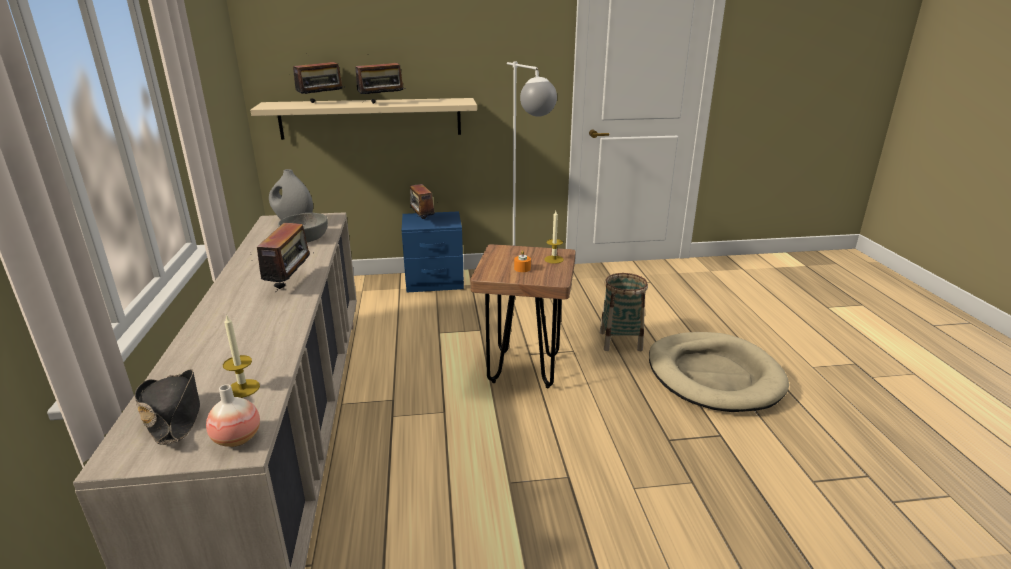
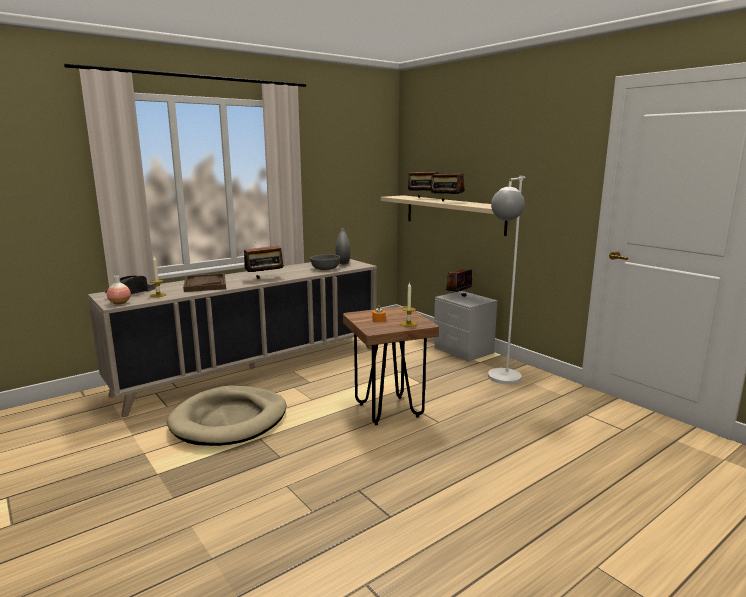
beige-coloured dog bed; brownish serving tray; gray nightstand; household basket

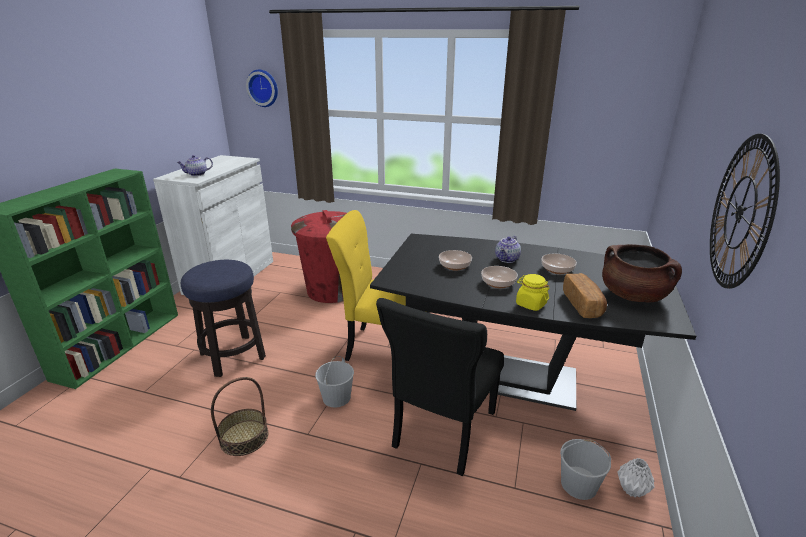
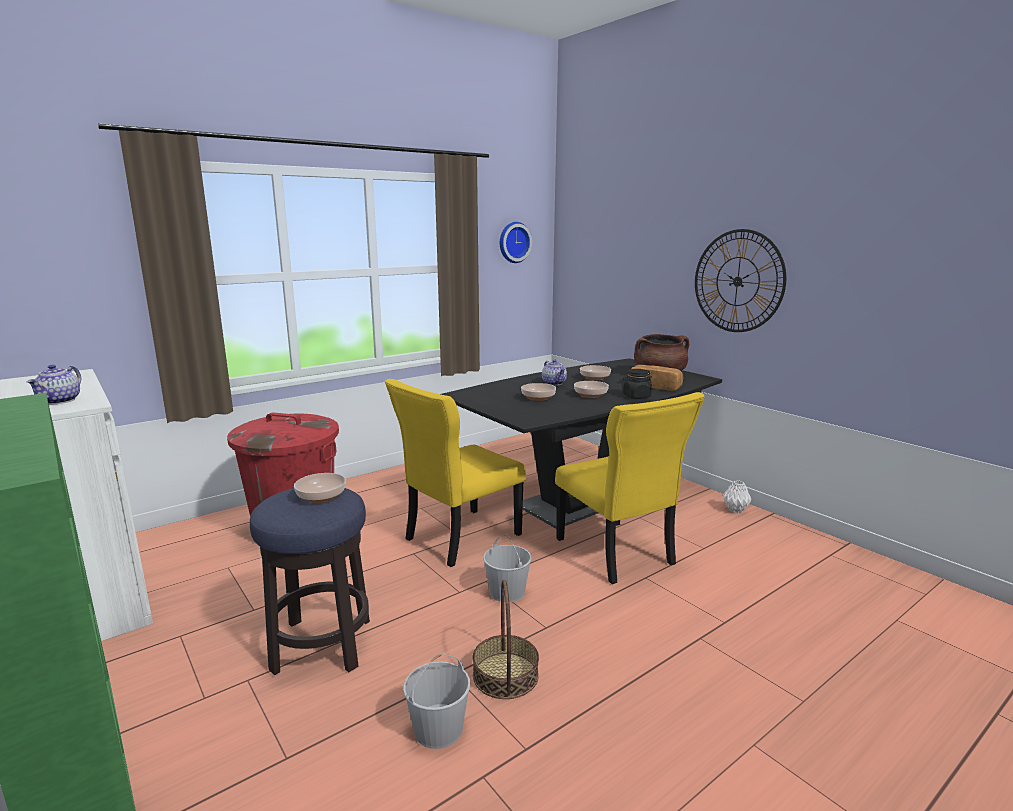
serving bowl (1st from left); white bucket (1st from left); wall clock (1st from left); yellowish plain chair (2nd from left); black-coloured storage jar

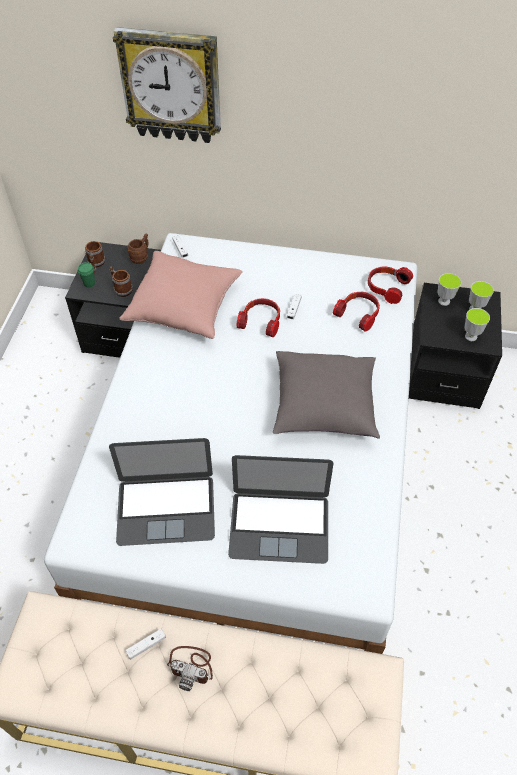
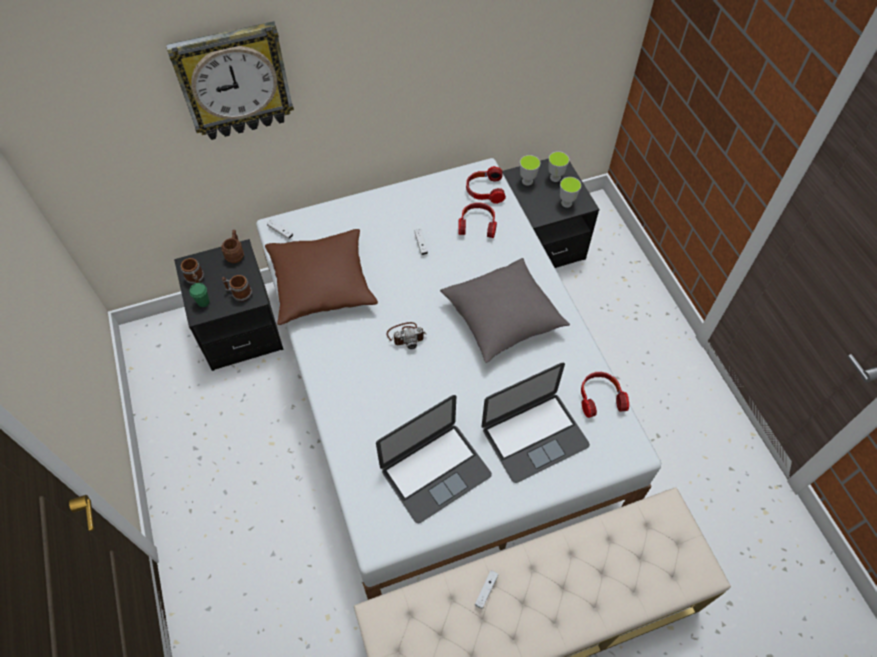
brownish throw pillow; photo camera; headset (3rd from left)

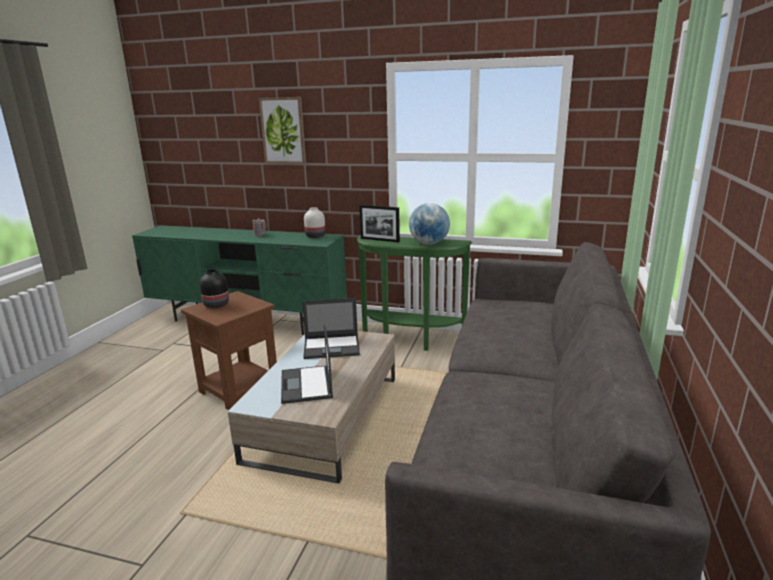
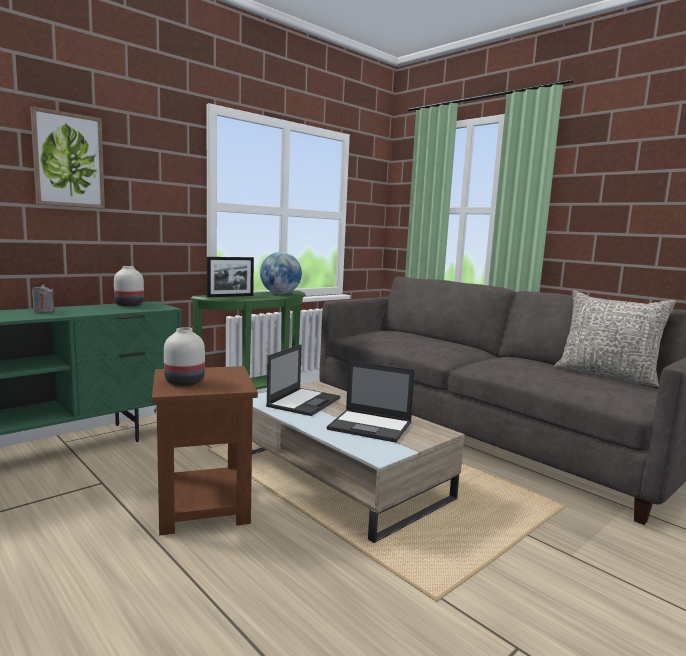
white flower vase (2nd from left); gray throw pillow

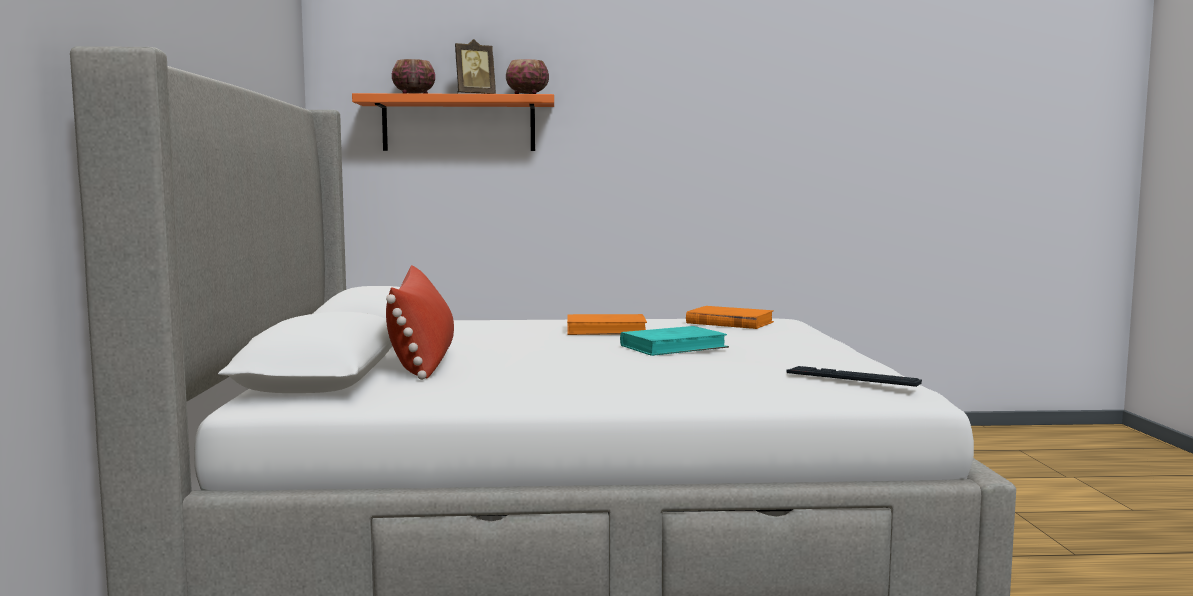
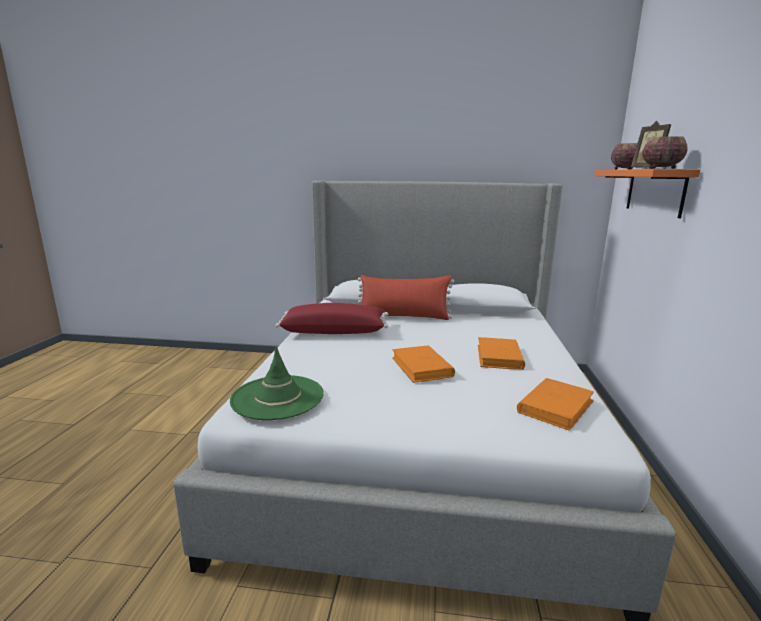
green-coloured wearable hat; reddish throw pillow (1st from left); orange-coloured bound book (1st from left)

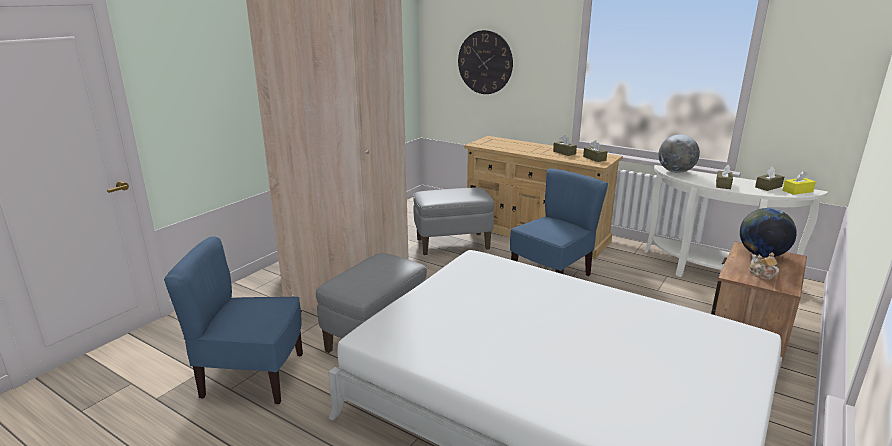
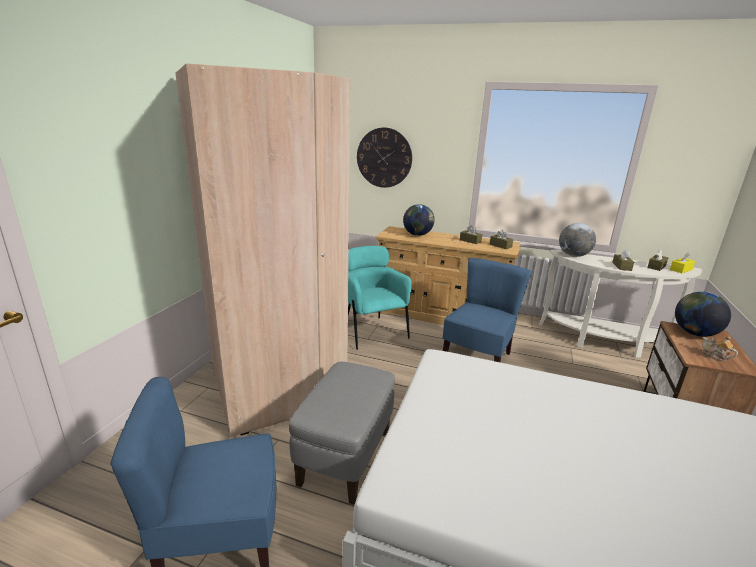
turquoise-coloured armchair; globe (1st from left)

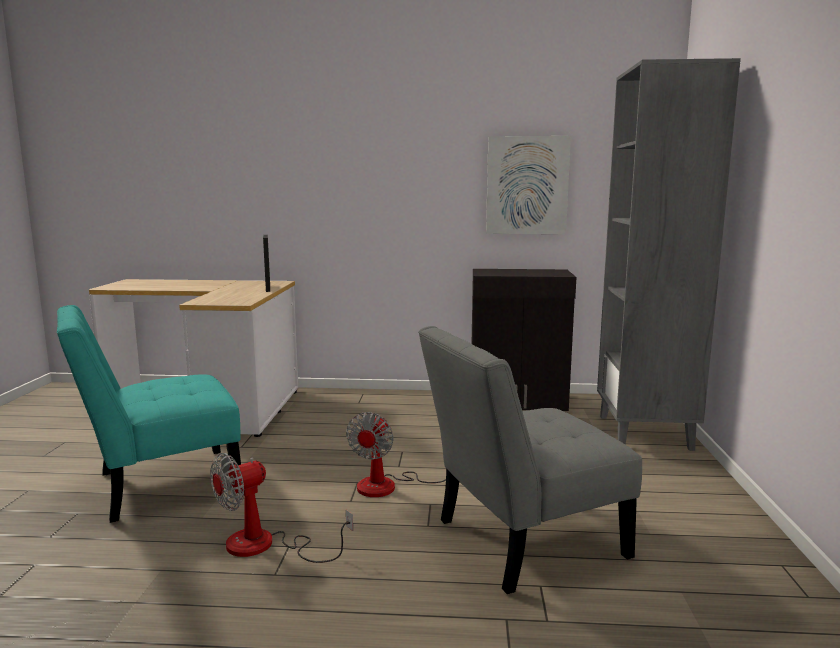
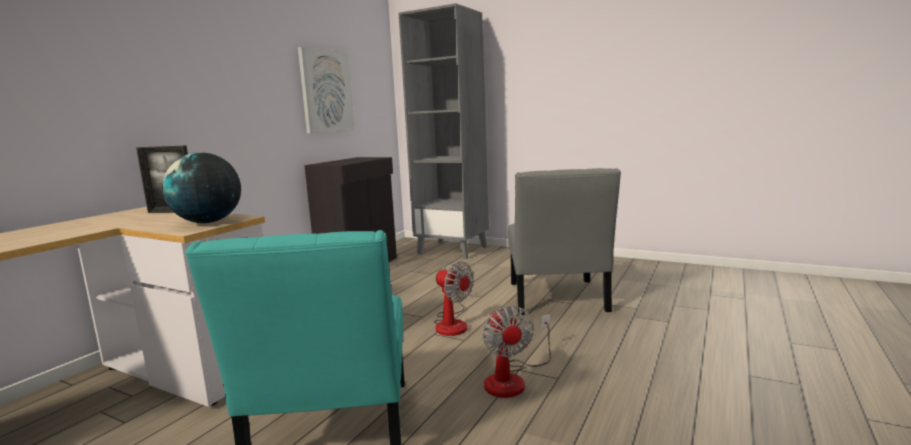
globe

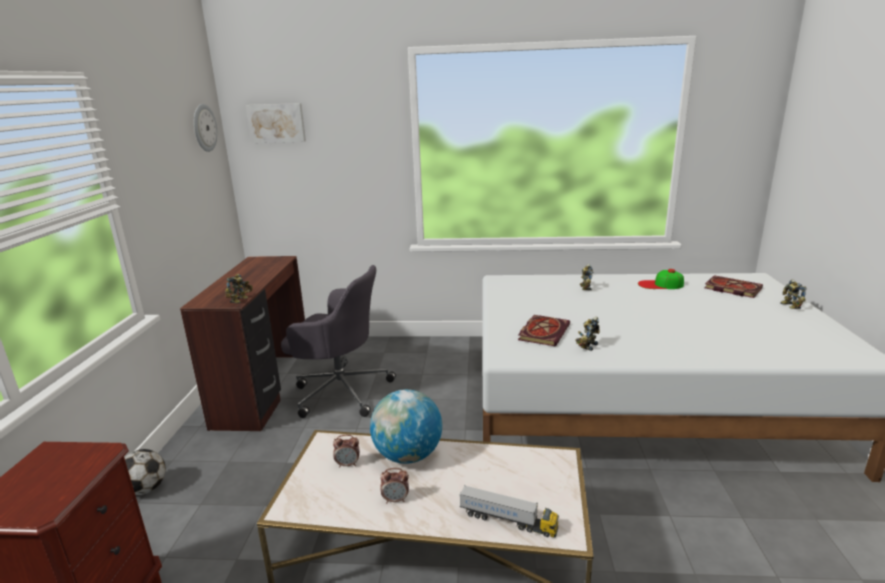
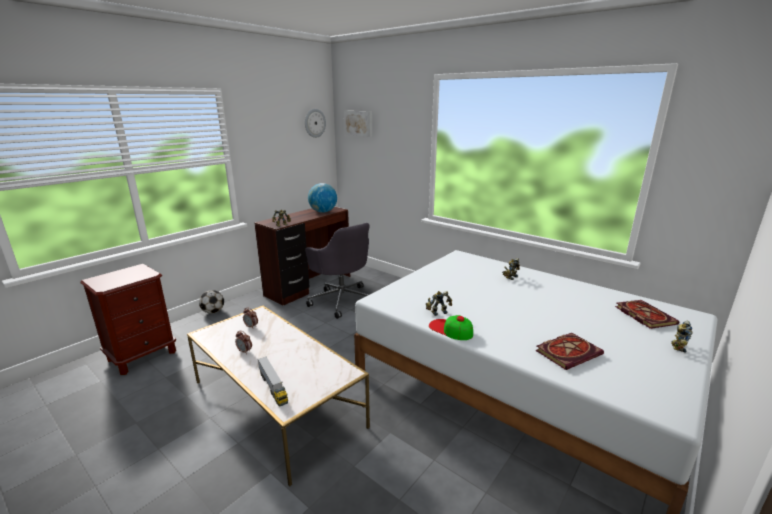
globe; peaked cap; bound book (1st from left)

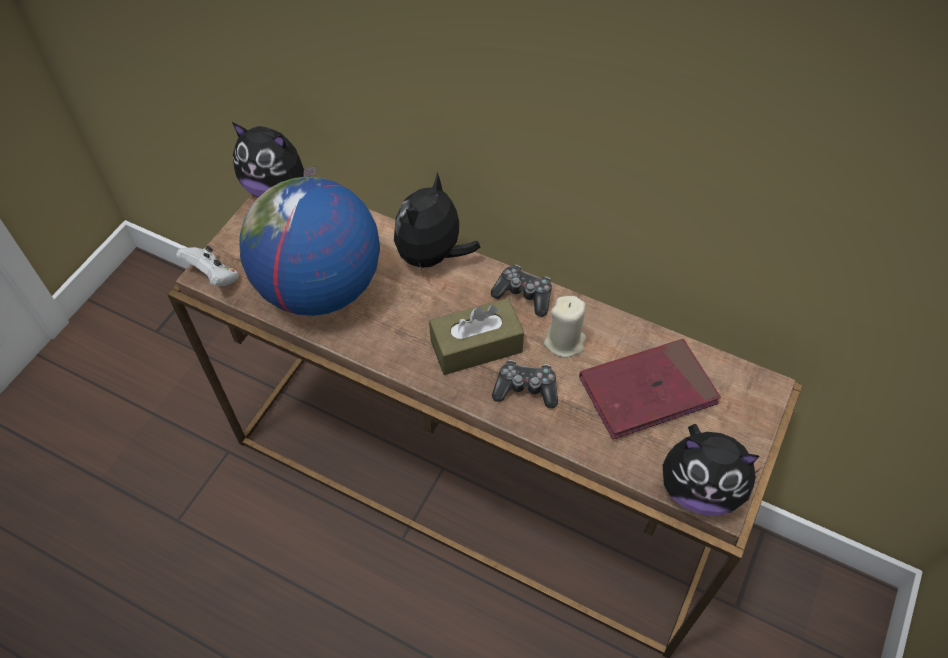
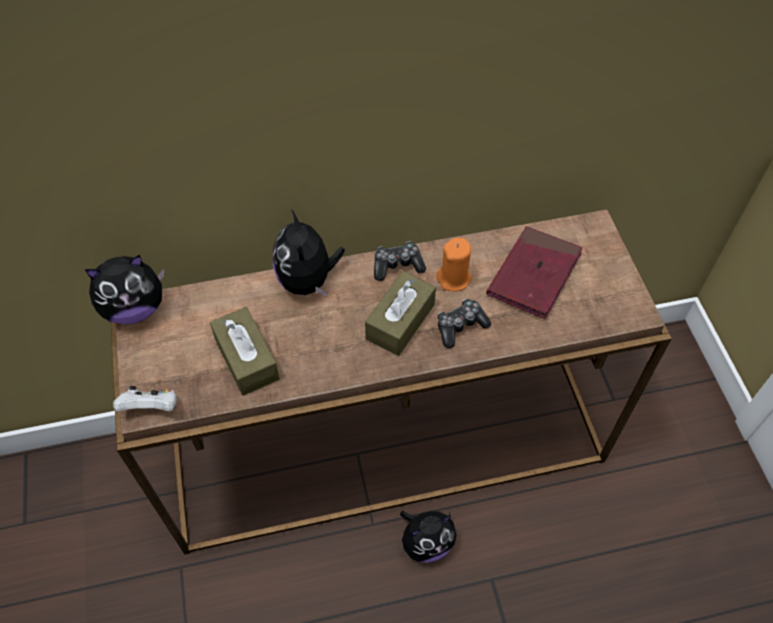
brownish tissue holder (1st from left); cuddly toy (3rd from left); orange-coloured candle

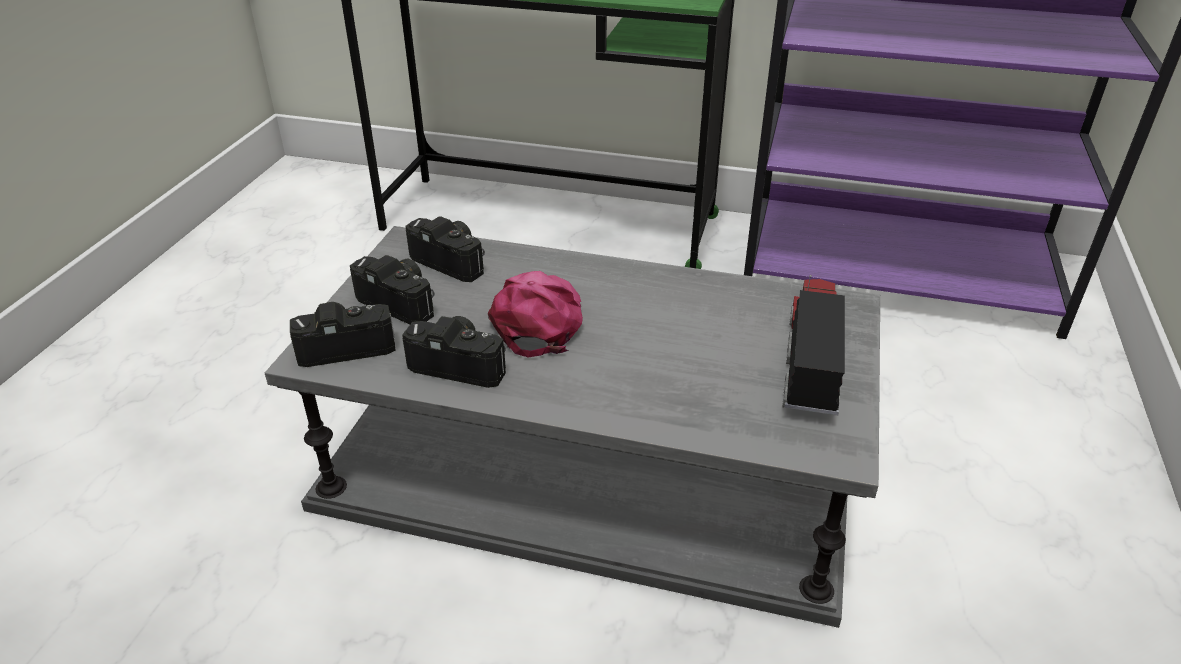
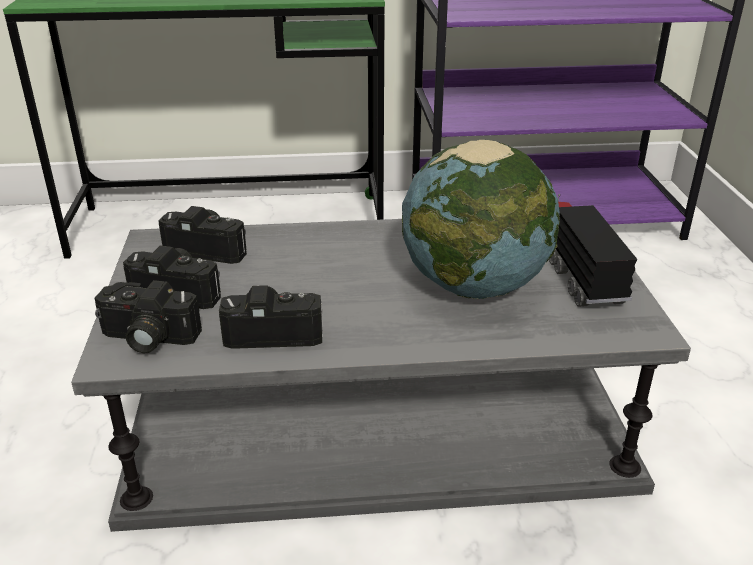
photo camera (1st from left); globe; pink-coloured peaked cap

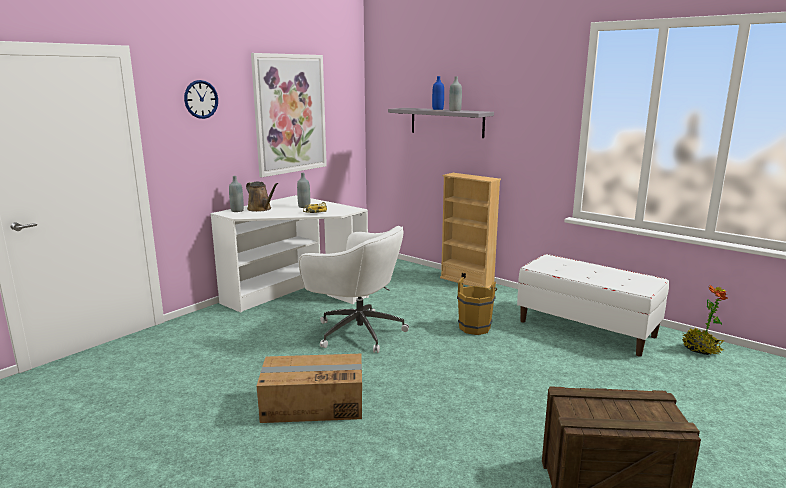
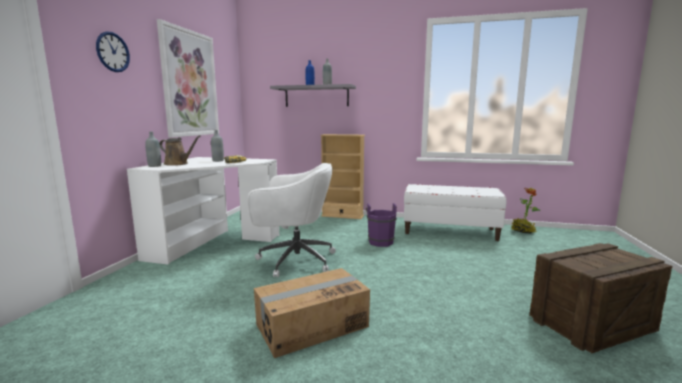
purple-coloured bucket

